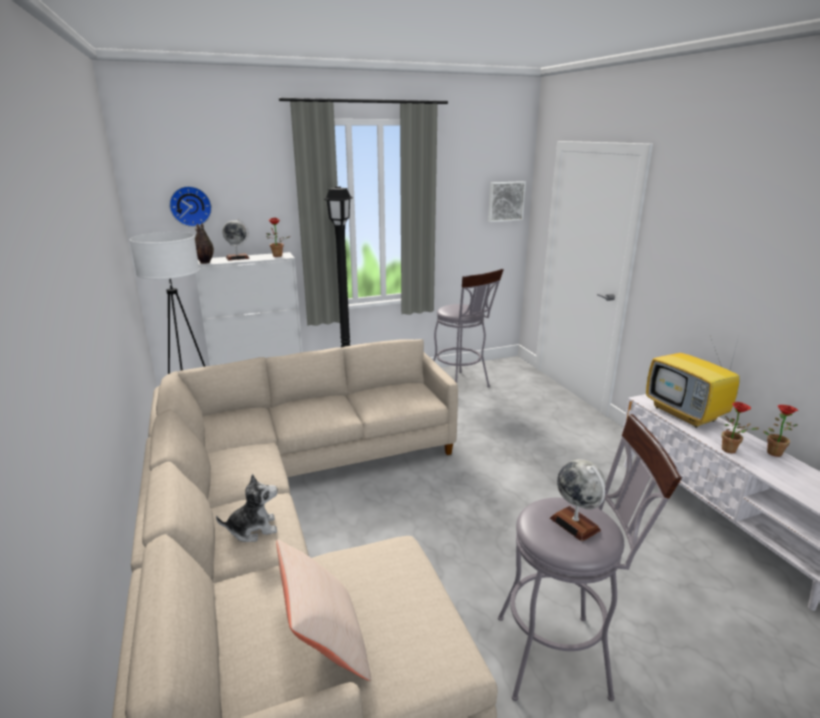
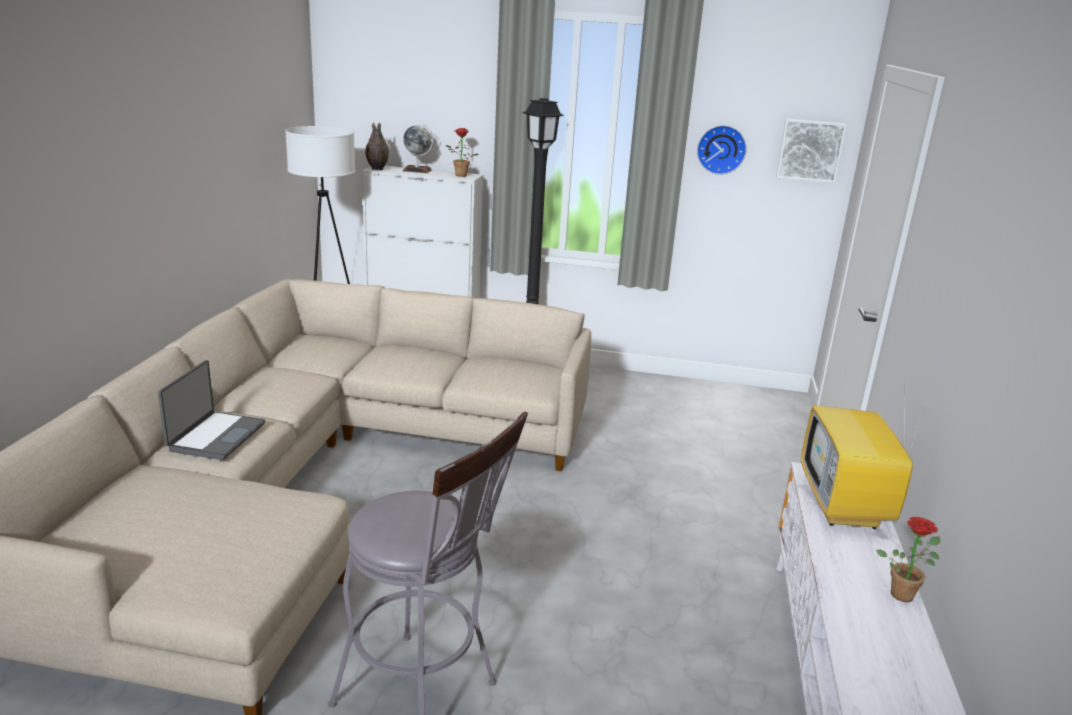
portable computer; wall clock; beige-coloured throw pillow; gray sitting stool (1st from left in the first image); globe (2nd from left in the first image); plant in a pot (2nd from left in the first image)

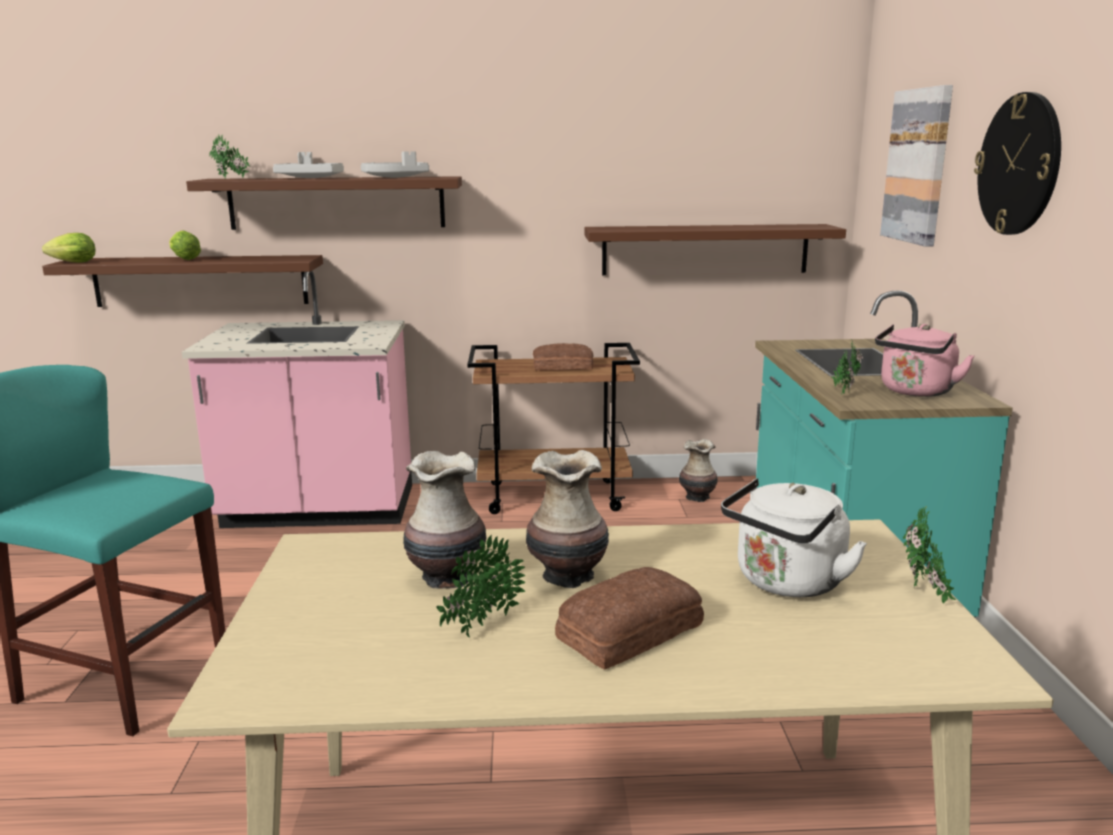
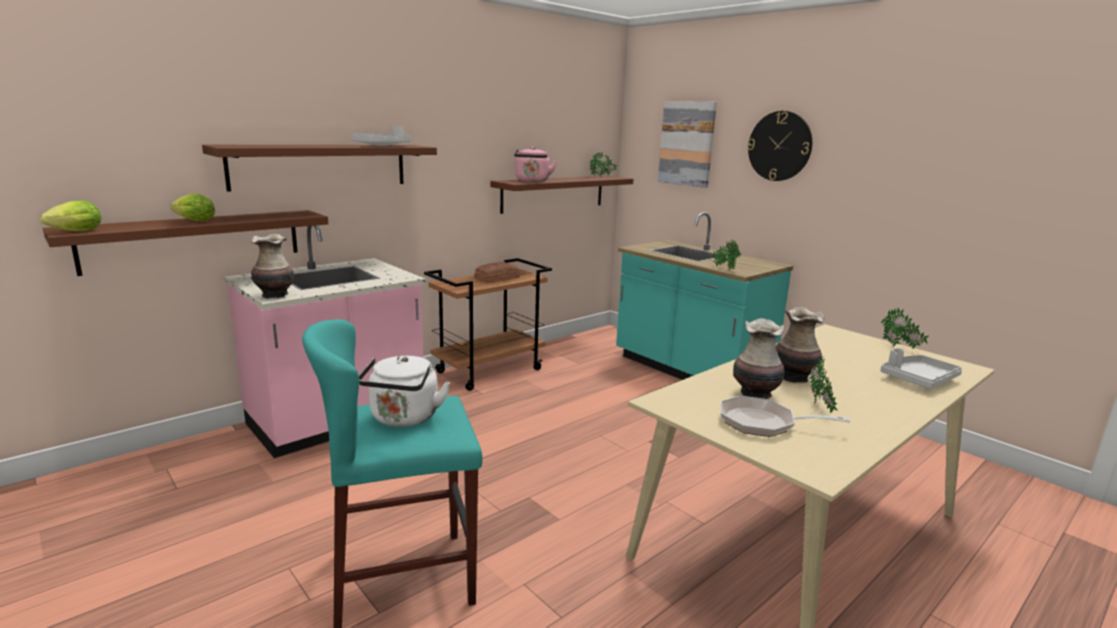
flower vase (1st from left); white kettle; pink-coloured kettle; plant in a pot (1st from left); frying pan; gray serving tray (2nd from left); baked bread (2nd from left in the first image)

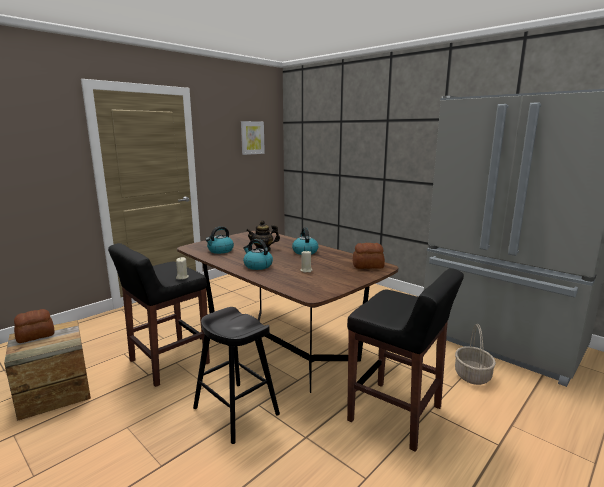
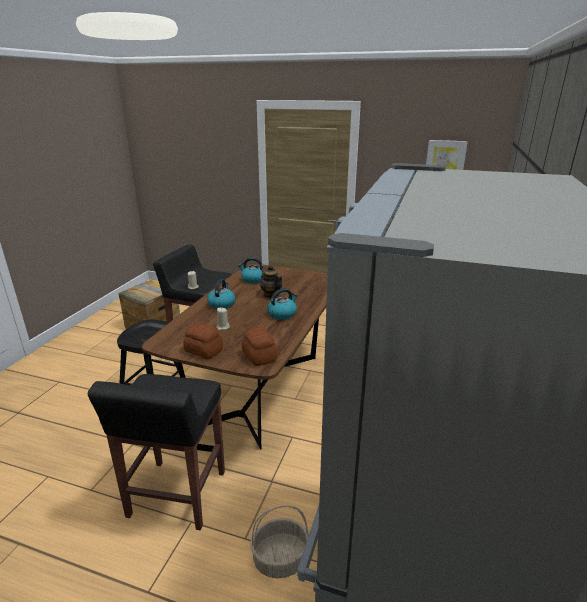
baked bread (1st from left)

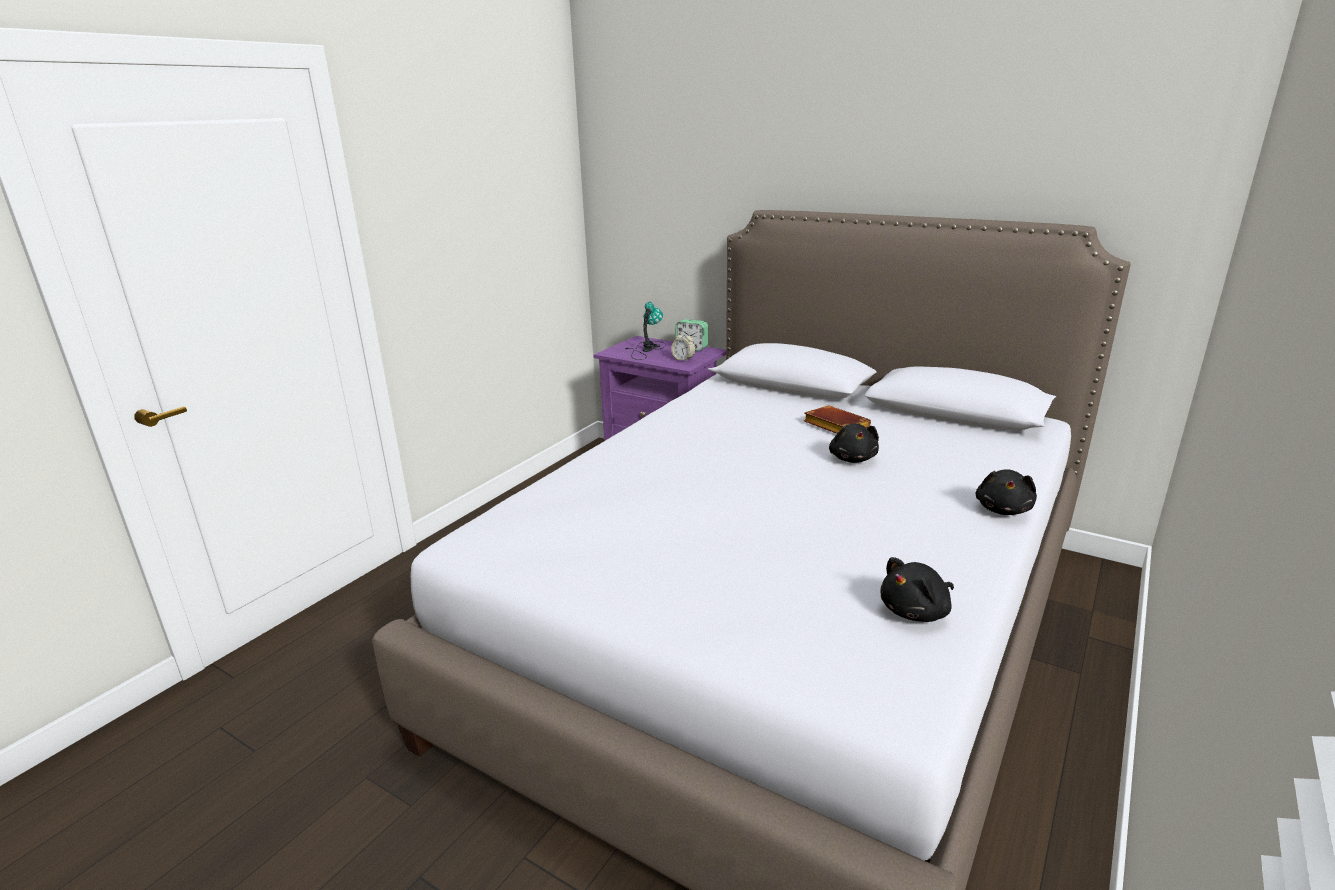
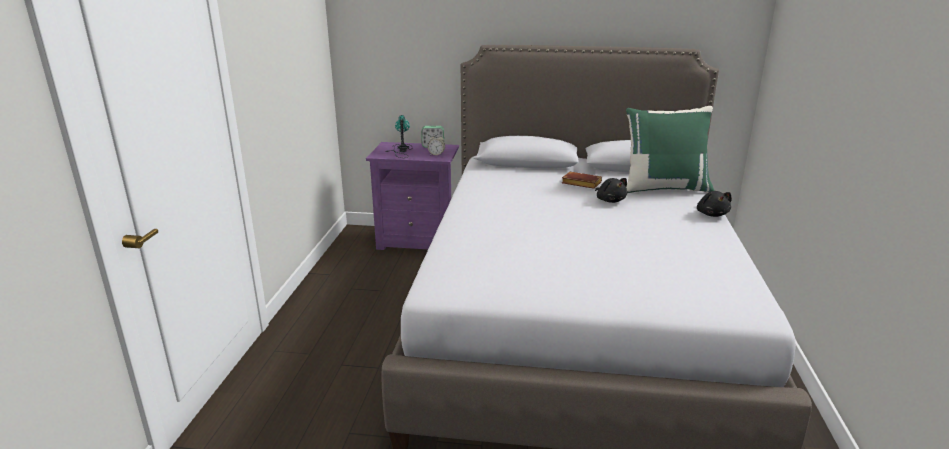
green-coloured throw pillow; black-coloured cuddly toy (2nd from left in the first image)

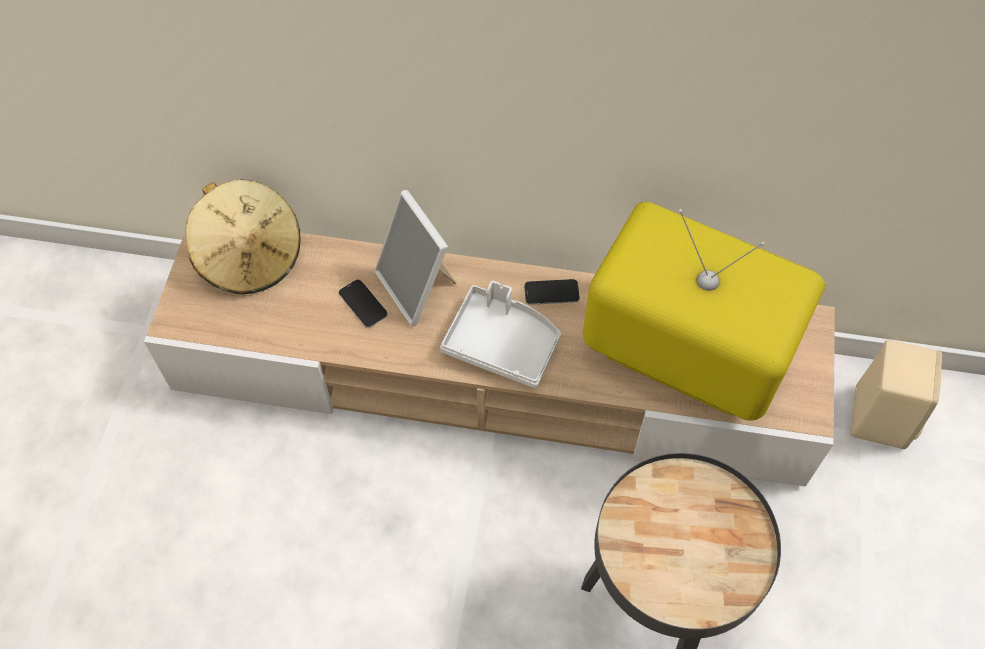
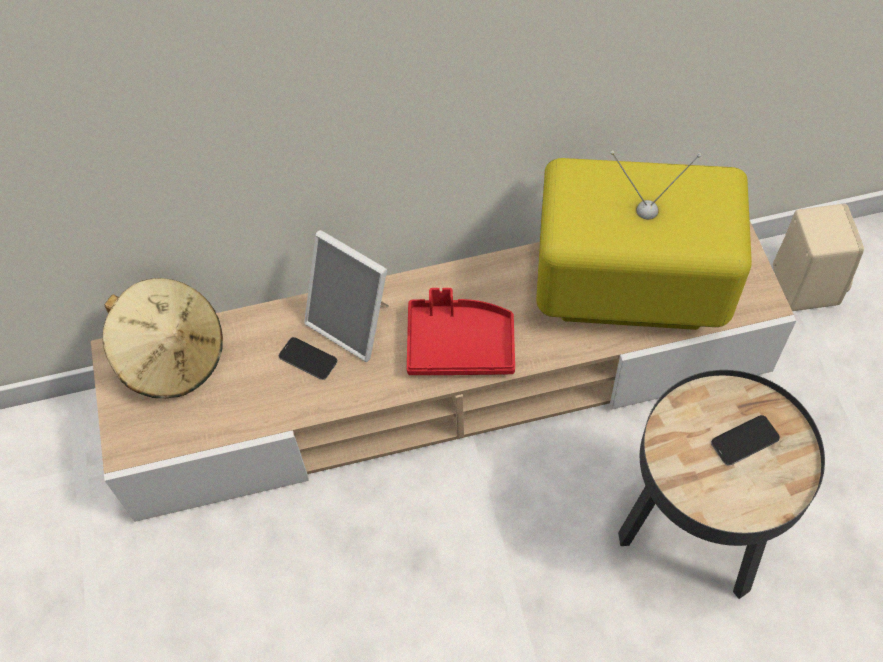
reddish serving tray; telephone (2nd from left)

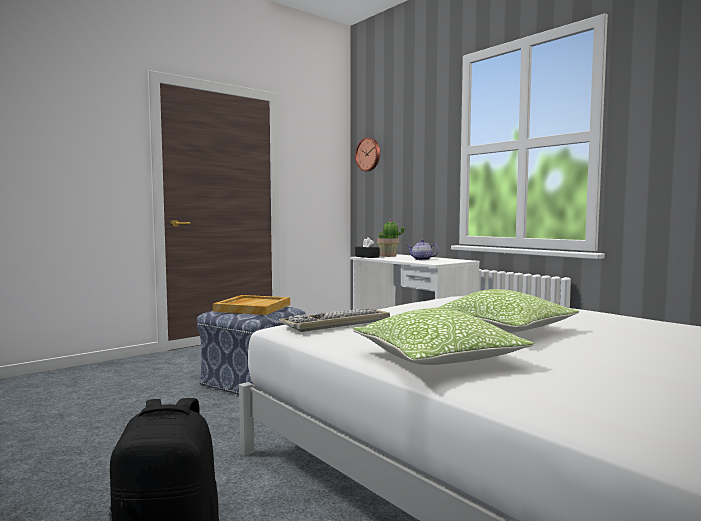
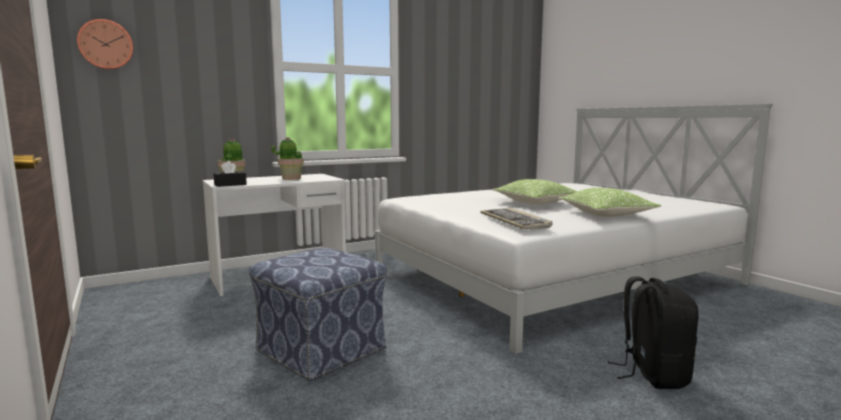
plant in a pot (2nd from left); beige-coloured serving tray

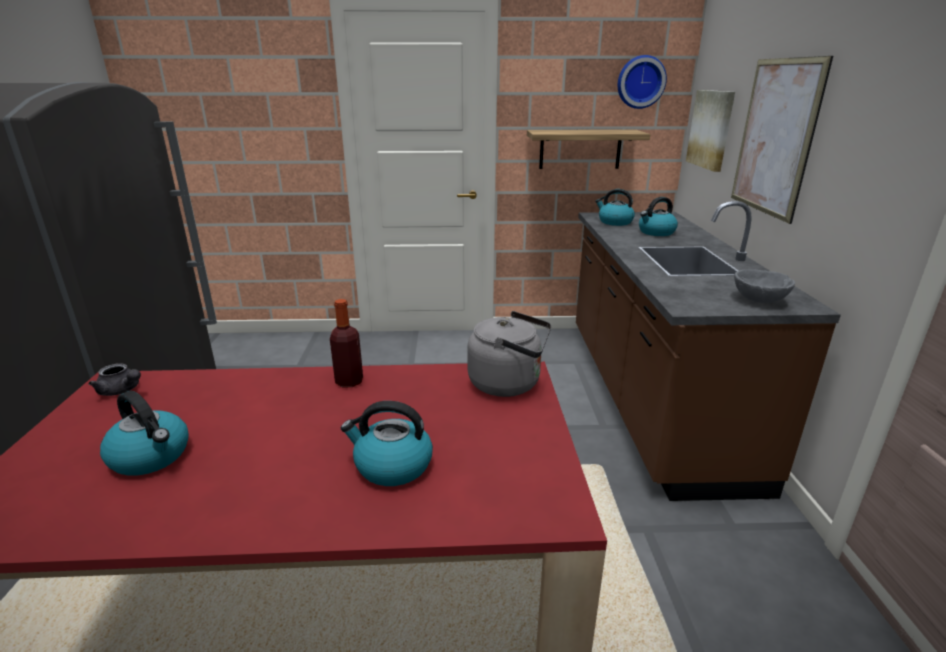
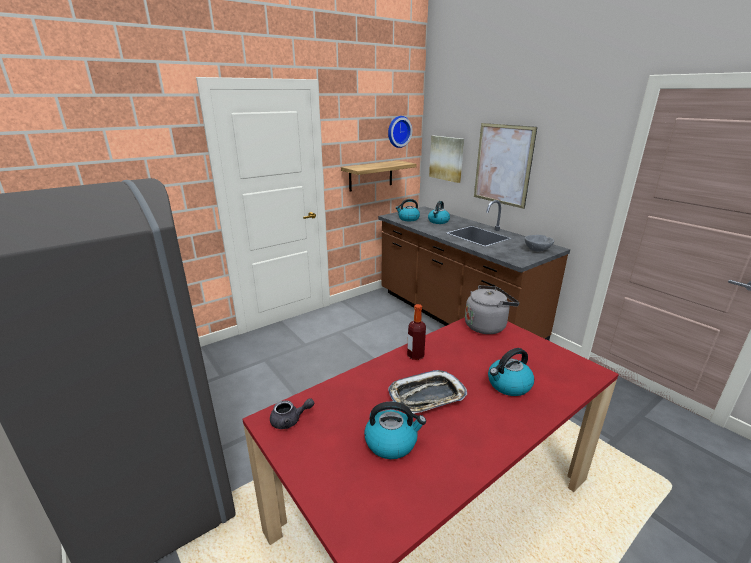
serving tray

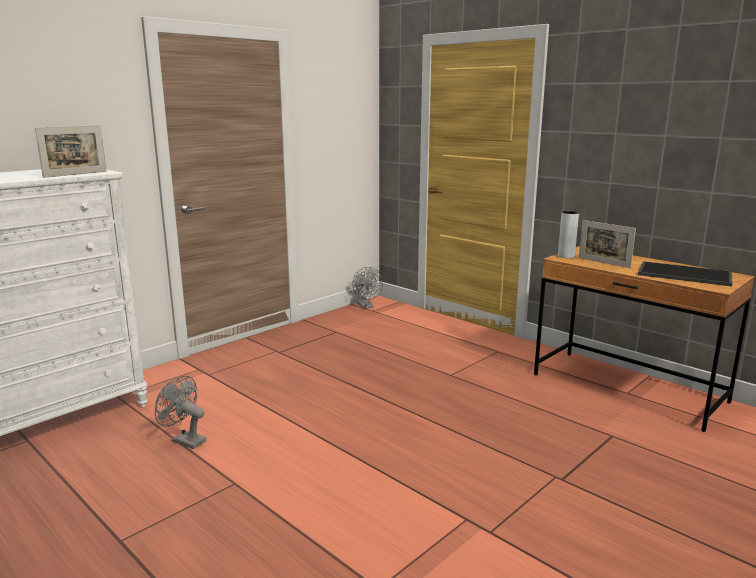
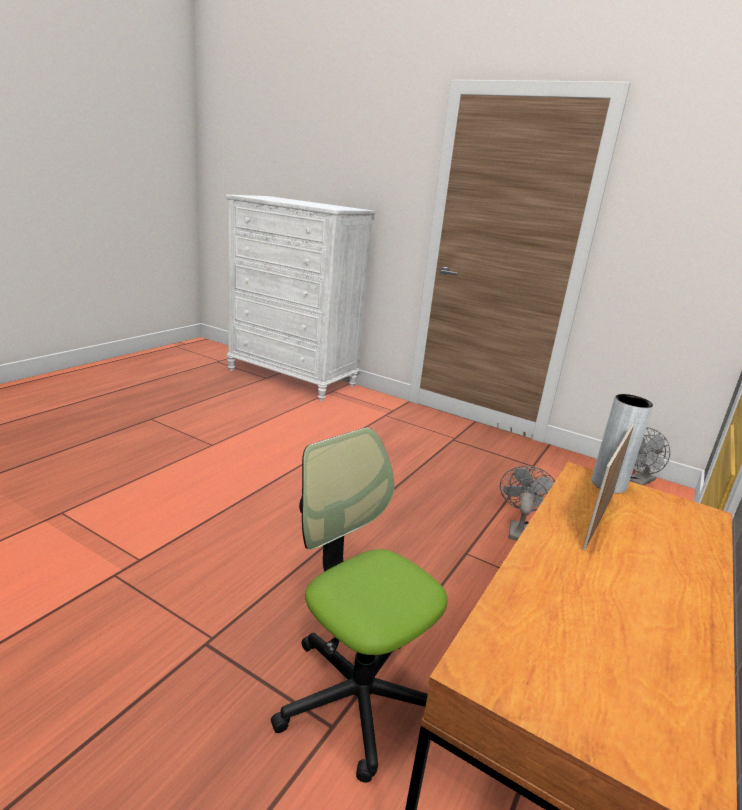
office chair; gray cooling fan (1st from left); picture frame (1st from left in the first image); serving tray

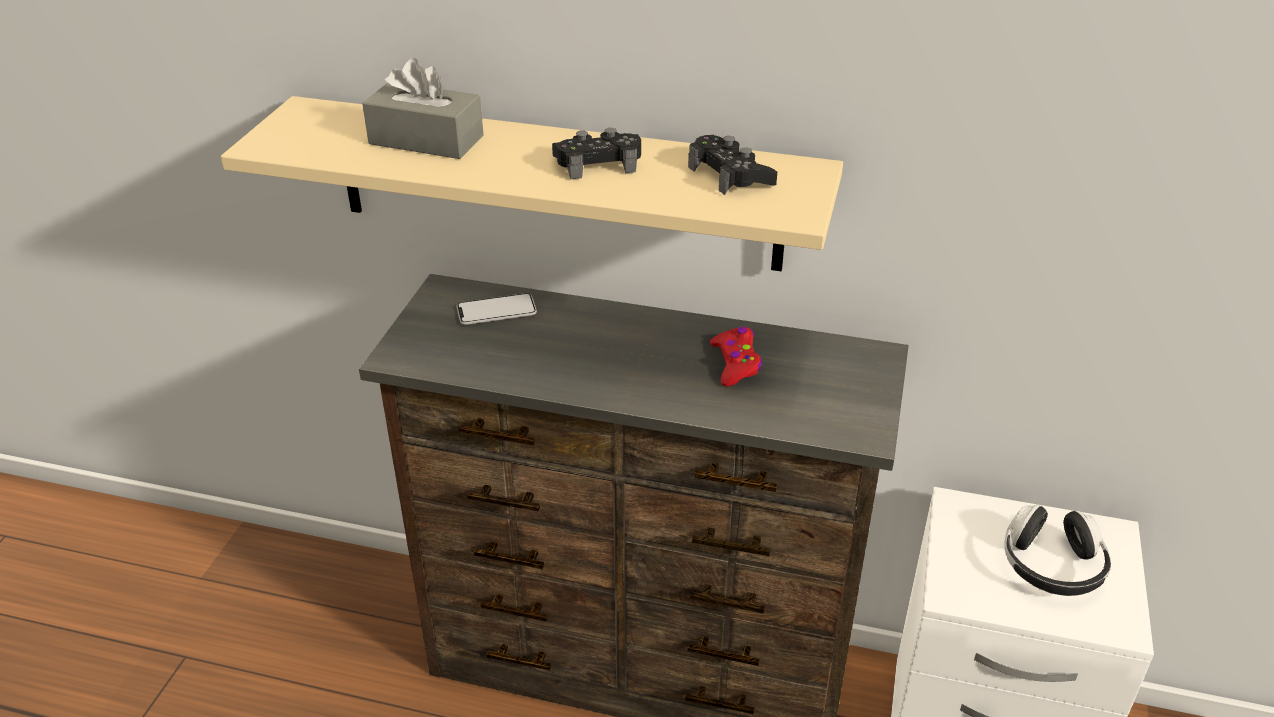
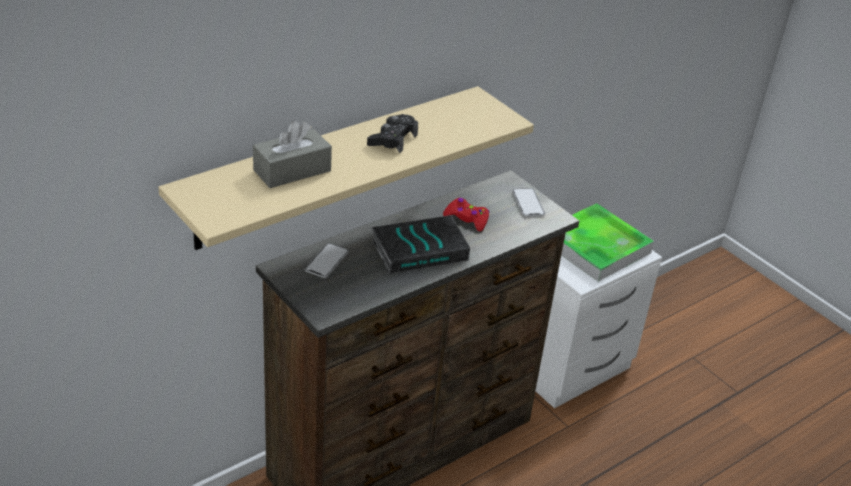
bound book; telephone (2nd from left); serving tray; black-coloured joypad (2nd from left in the first image)

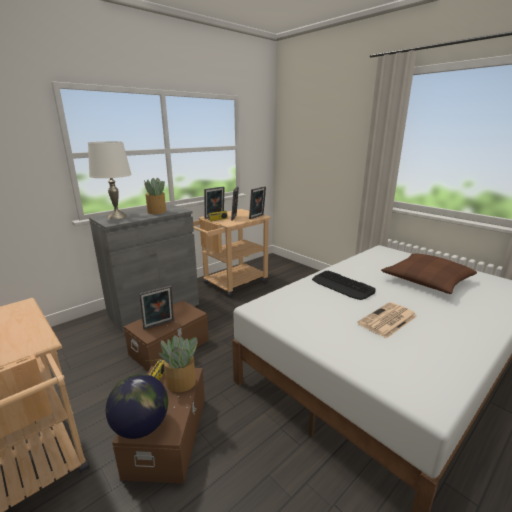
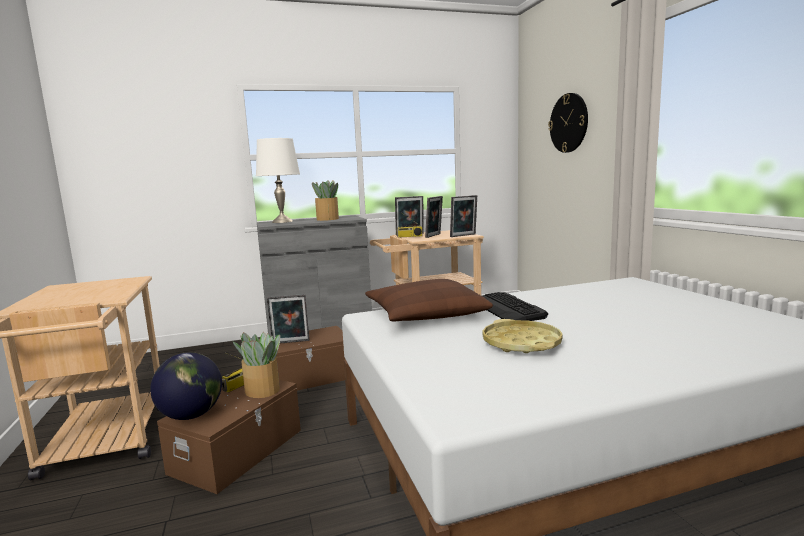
brownish throw pillow; yellowish serving tray; wall clock

